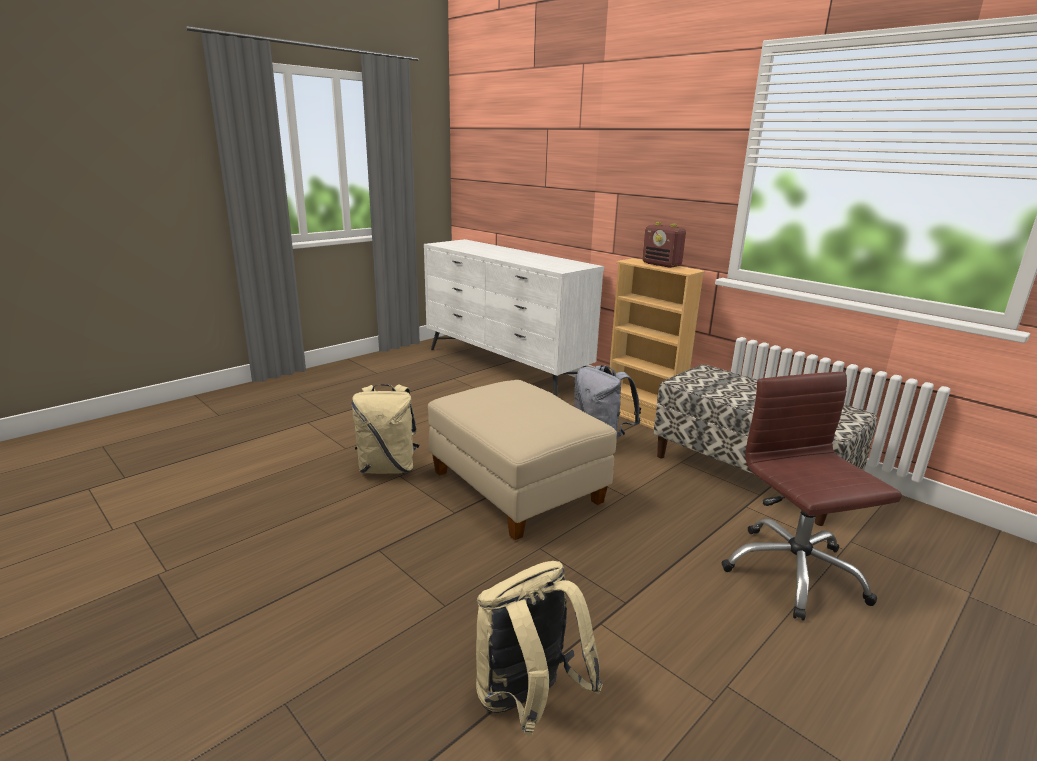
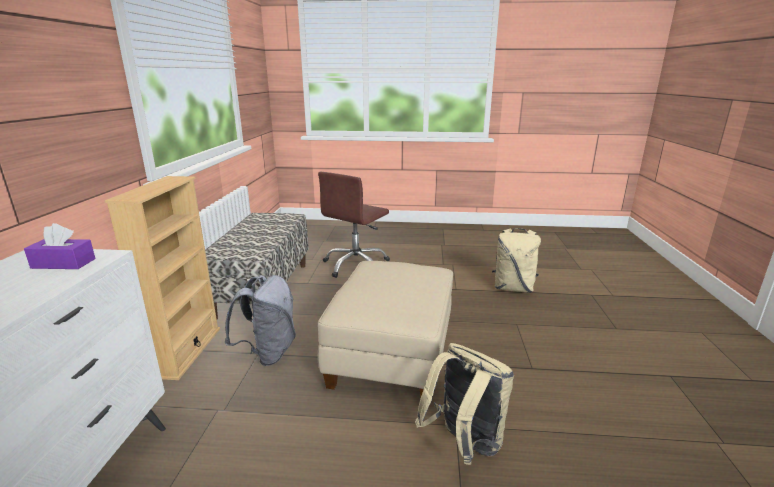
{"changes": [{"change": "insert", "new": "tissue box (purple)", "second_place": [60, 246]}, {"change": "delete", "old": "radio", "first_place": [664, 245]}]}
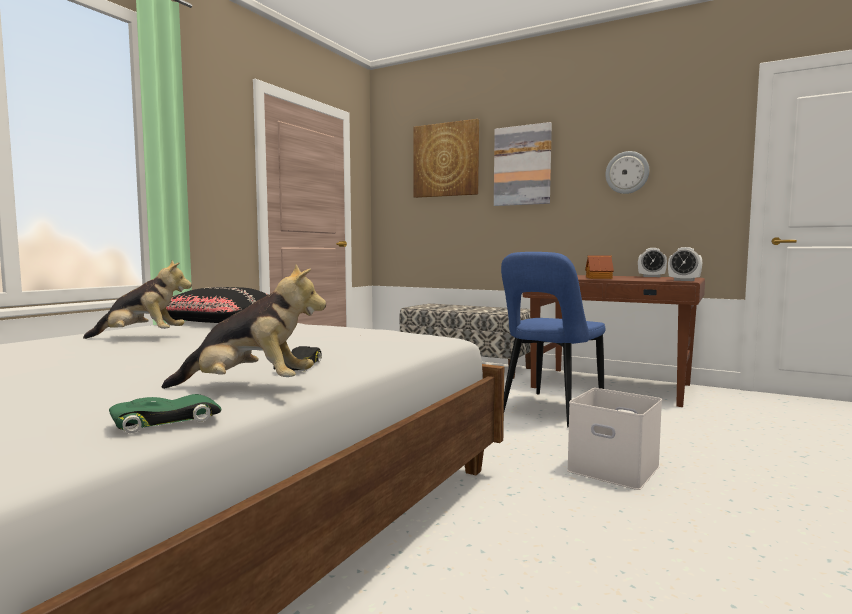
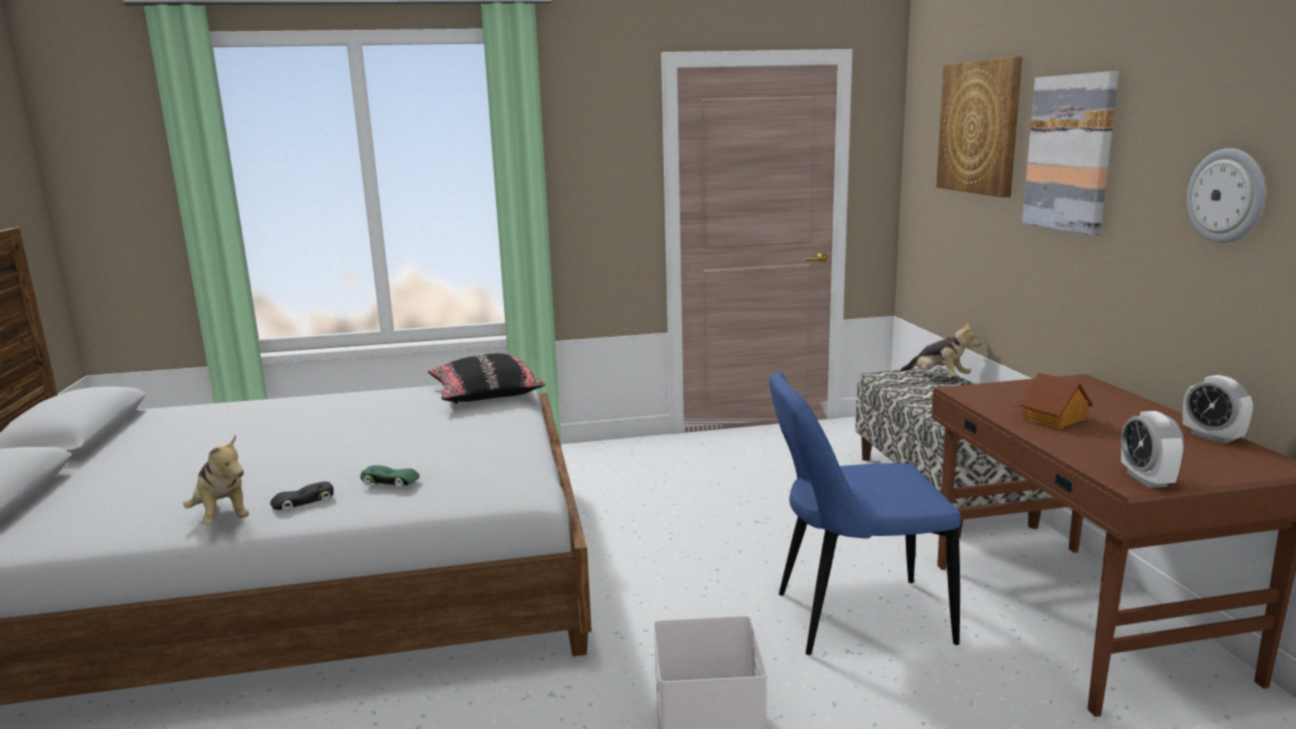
{"changes": [{"change": "move", "old": "toy car (green)", "first_place": [165, 413], "second_place": [390, 476]}, {"change": "move", "old": "plush toy", "first_place": [137, 299], "second_place": [940, 349]}]}
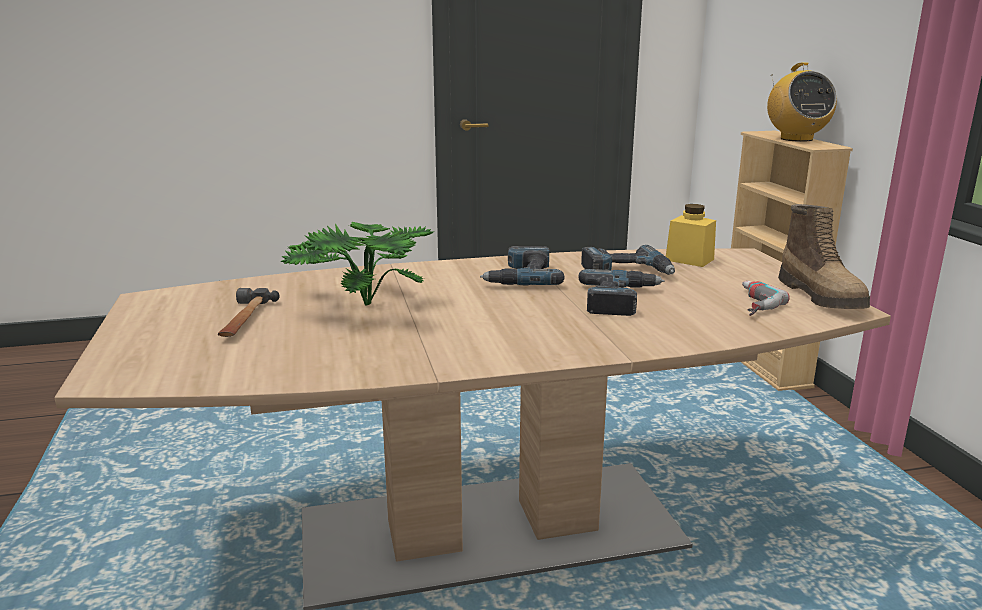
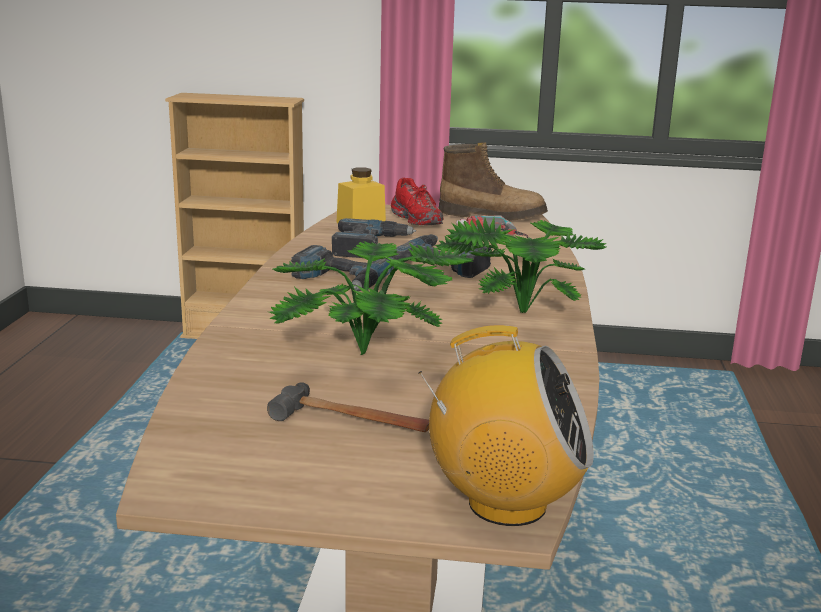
{"changes": [{"change": "insert", "new": "shoe (red)", "second_place": [417, 201]}, {"change": "move", "old": "radio", "first_place": [802, 102], "second_place": [506, 425]}, {"change": "insert", "new": "potted plant", "second_place": [521, 265]}]}
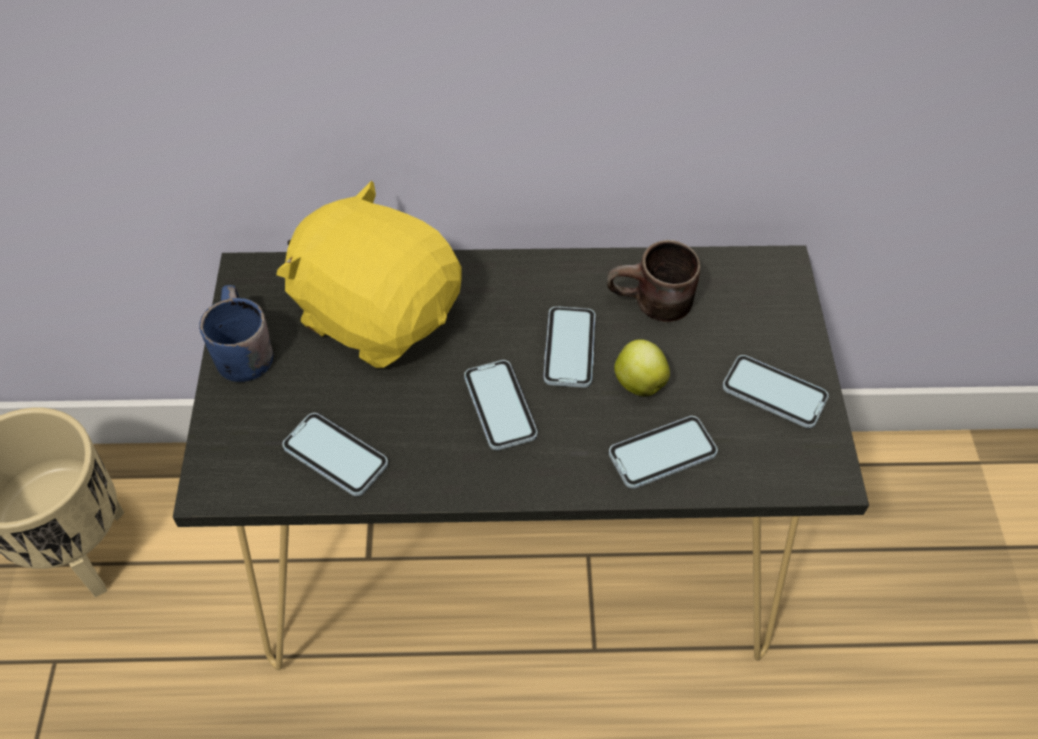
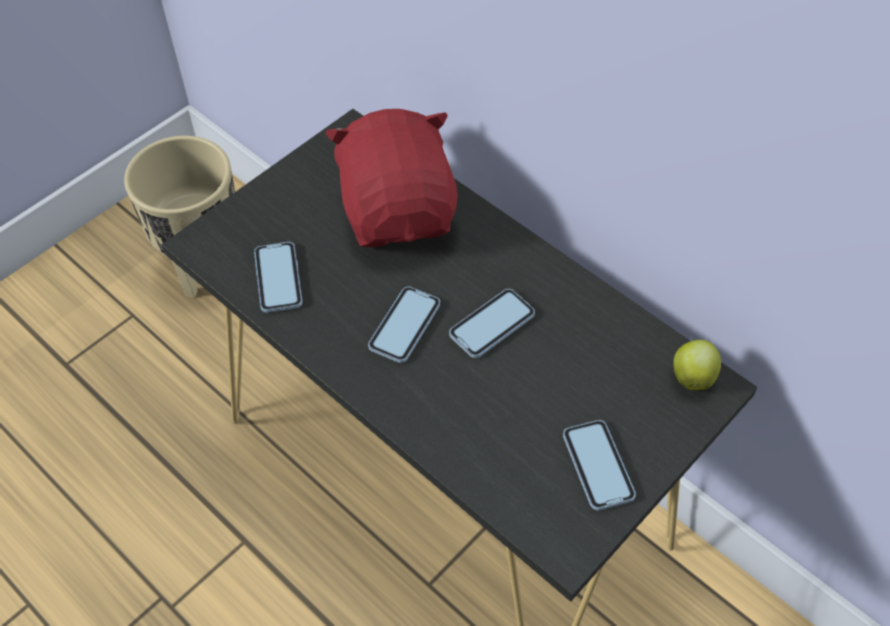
{"changes": [{"change": "recolor", "old": "plush toy (yellow)", "new": "plush toy (red)", "first_place": [369, 274], "second_place": [391, 178]}, {"change": "move", "old": "apple", "first_place": [642, 367], "second_place": [697, 365]}, {"change": "delete", "old": "mug (blue)", "first_place": [236, 333]}, {"change": "delete", "old": "mug (brown)", "first_place": [653, 281]}, {"change": "delete", "old": "phone", "first_place": [663, 452]}]}
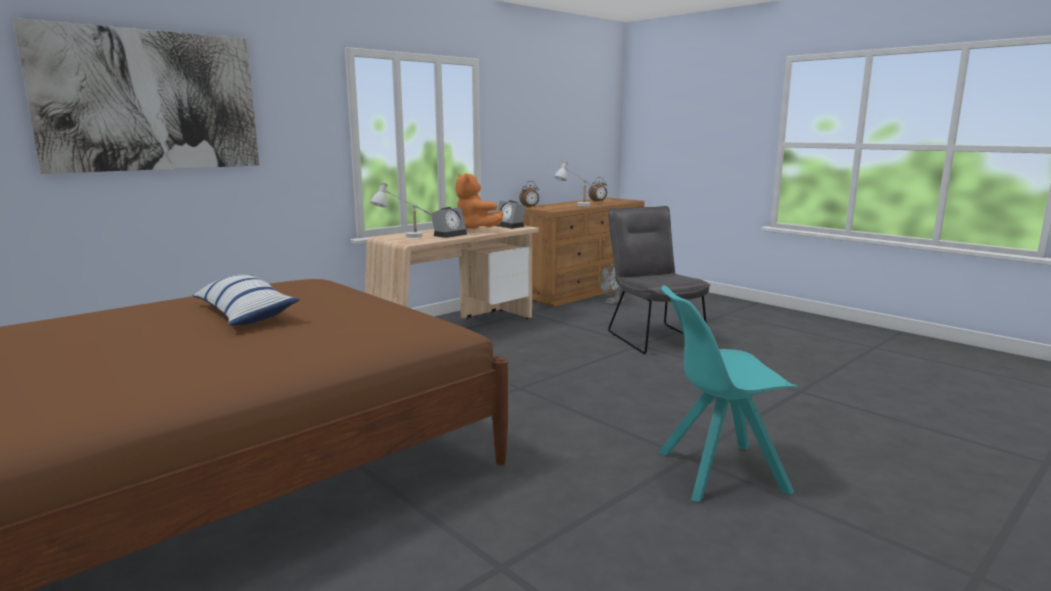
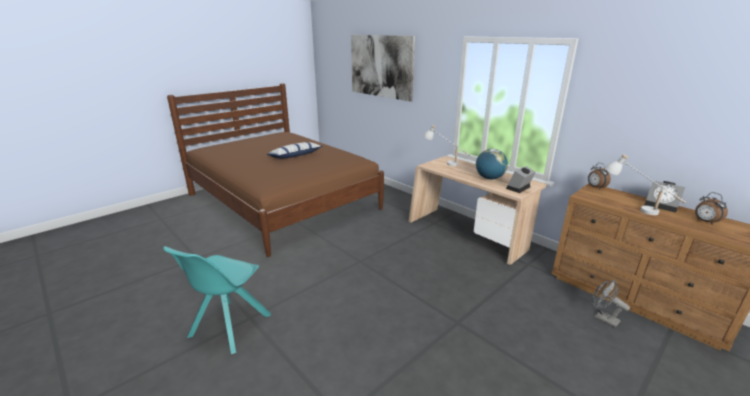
{"changes": [{"change": "rotate", "old": "chair (turquoise)", "first_place": [728, 393], "second_place": [217, 300], "degrees": -150}, {"change": "replace", "old": "plush toy (orange)", "new": "globe", "first_place": [479, 201], "second_place": [492, 164]}, {"change": "move", "old": "alarm clock", "first_place": [449, 222], "second_place": [665, 197]}, {"change": "delete", "old": "chair (grey)", "first_place": [659, 280]}]}
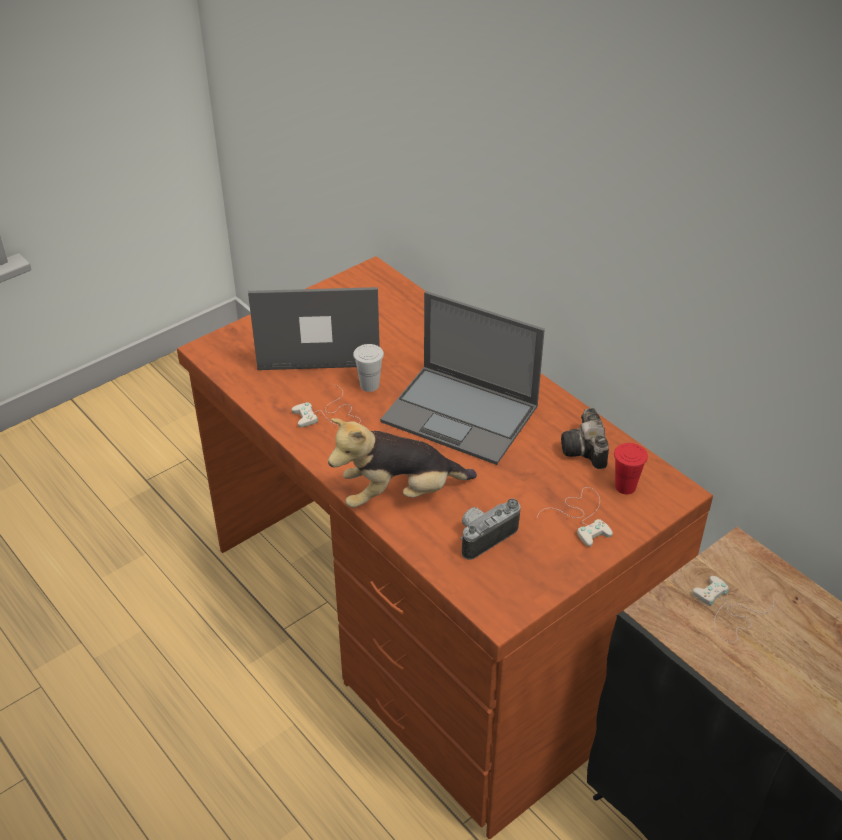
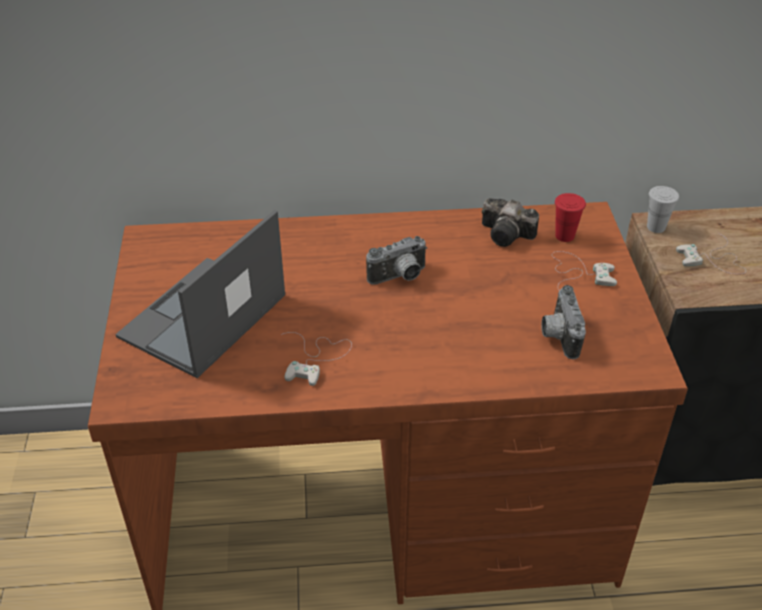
{"changes": [{"change": "replace", "old": "laptop", "new": "photo camera", "first_place": [462, 378], "second_place": [396, 260]}, {"change": "move", "old": "cup (white)", "first_place": [368, 368], "second_place": [663, 209]}, {"change": "delete", "old": "plush toy", "first_place": [402, 463]}]}
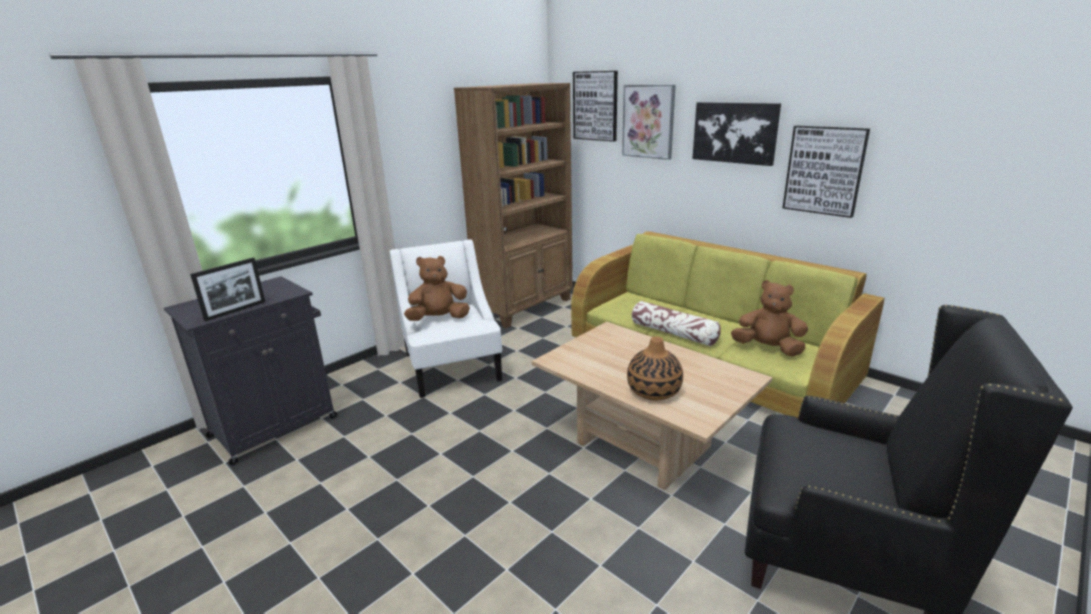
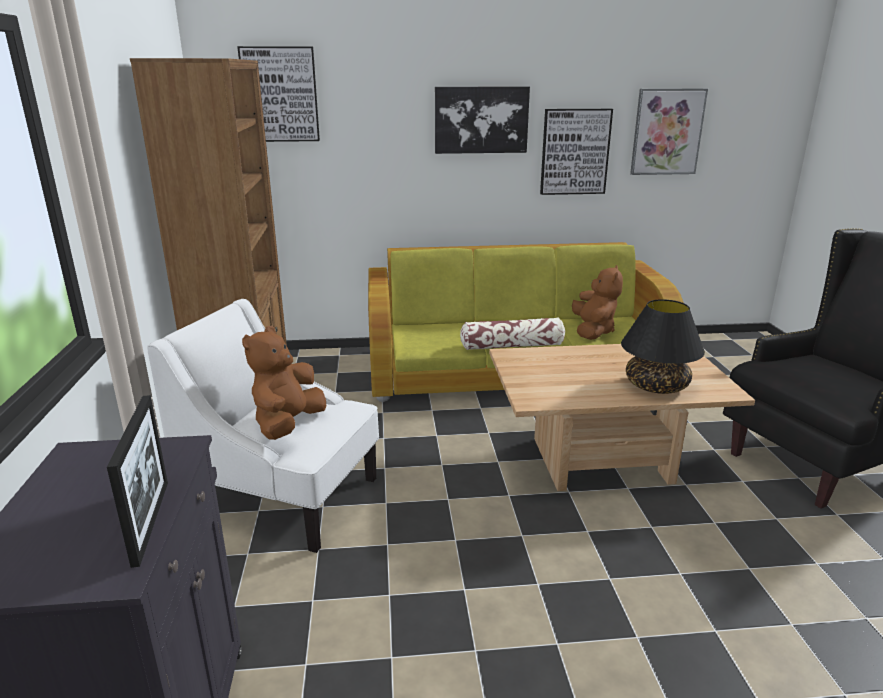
{"changes": [{"change": "rotate", "old": "plush toy (brown)", "first_place": [769, 318], "second_place": [597, 302], "degrees": 120}, {"change": "replace", "old": "vase", "new": "table lamp (black)", "first_place": [655, 368], "second_place": [663, 346]}, {"change": "move", "old": "picture", "first_place": [649, 122], "second_place": [669, 131]}]}
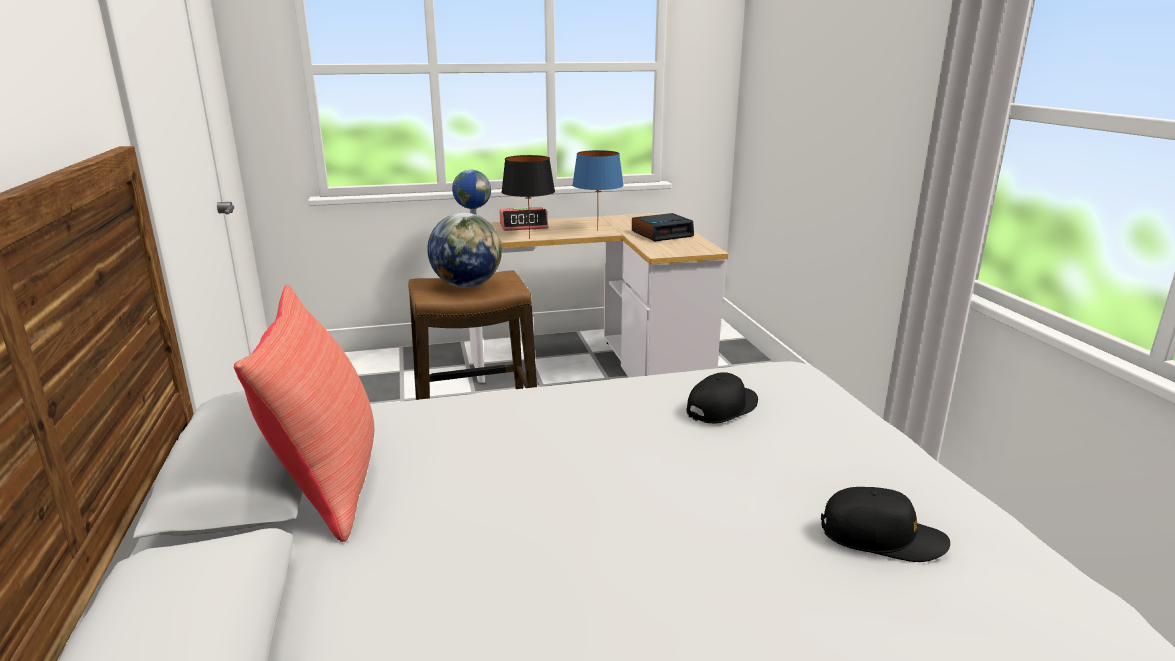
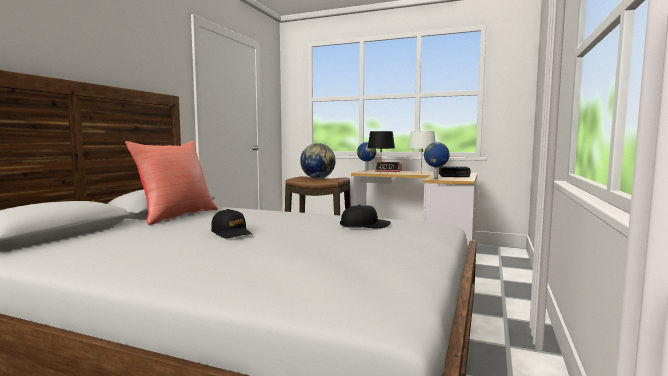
{"changes": [{"change": "move", "old": "cap (black)", "first_place": [885, 524], "second_place": [231, 223]}, {"change": "recolor", "old": "table lamp (blue)", "new": "table lamp (white)", "first_place": [598, 190], "second_place": [422, 152]}, {"change": "insert", "new": "globe", "second_place": [437, 160]}]}
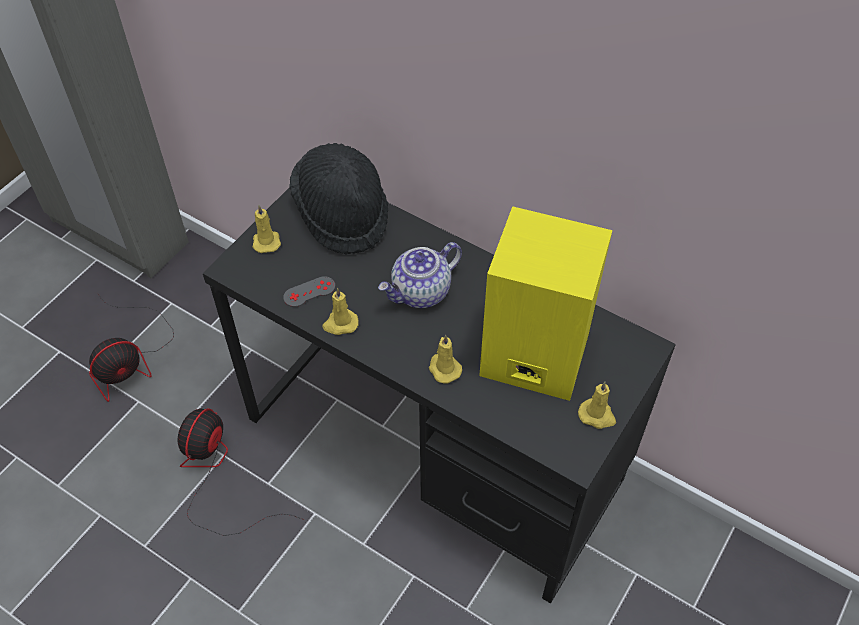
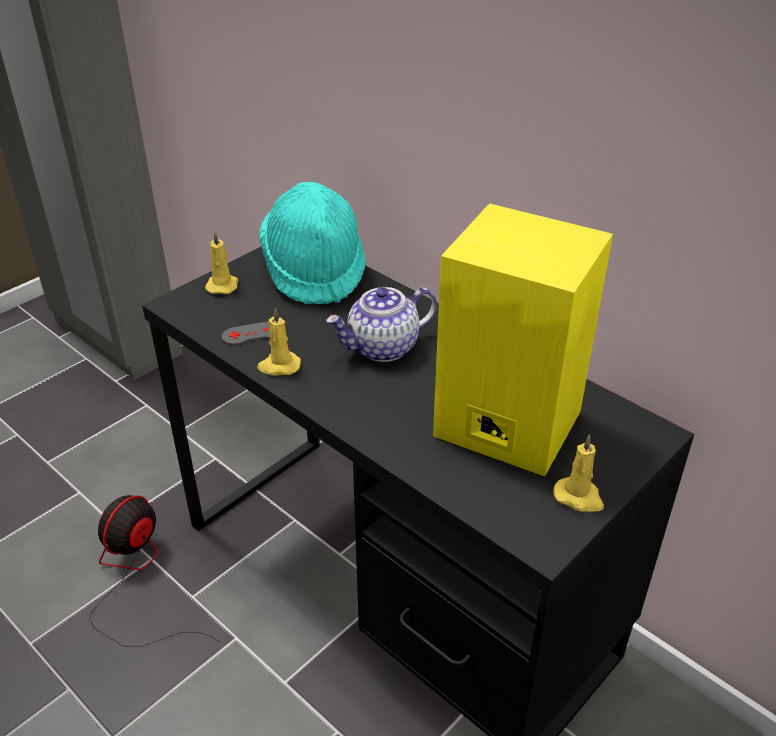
{"changes": [{"change": "recolor", "old": "hat (black)", "new": "hat (turquoise)", "first_place": [338, 199], "second_place": [312, 243]}, {"change": "delete", "old": "fan", "first_place": [131, 347]}, {"change": "delete", "old": "candle (yellow)", "first_place": [445, 359]}]}
